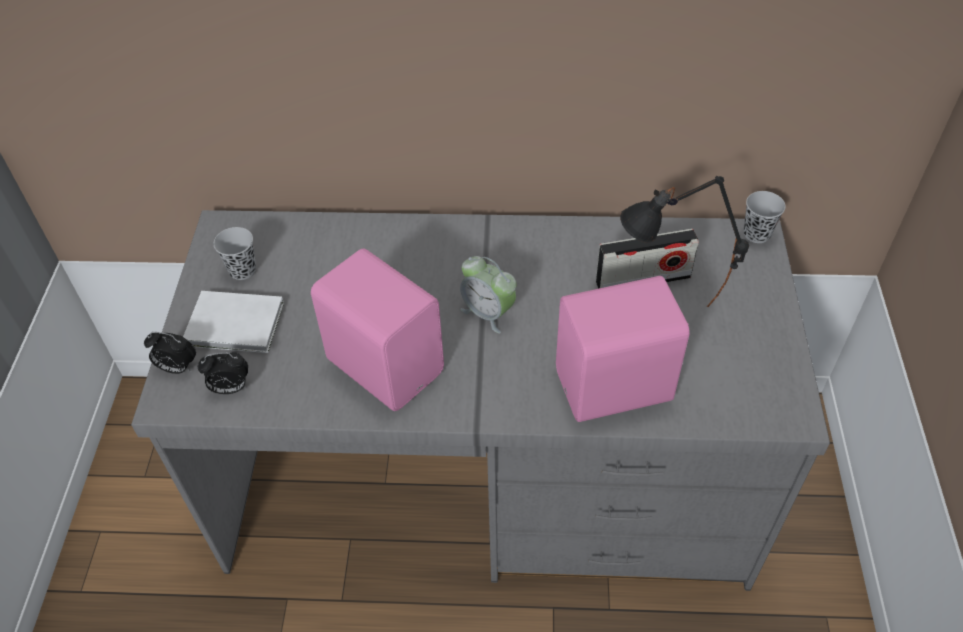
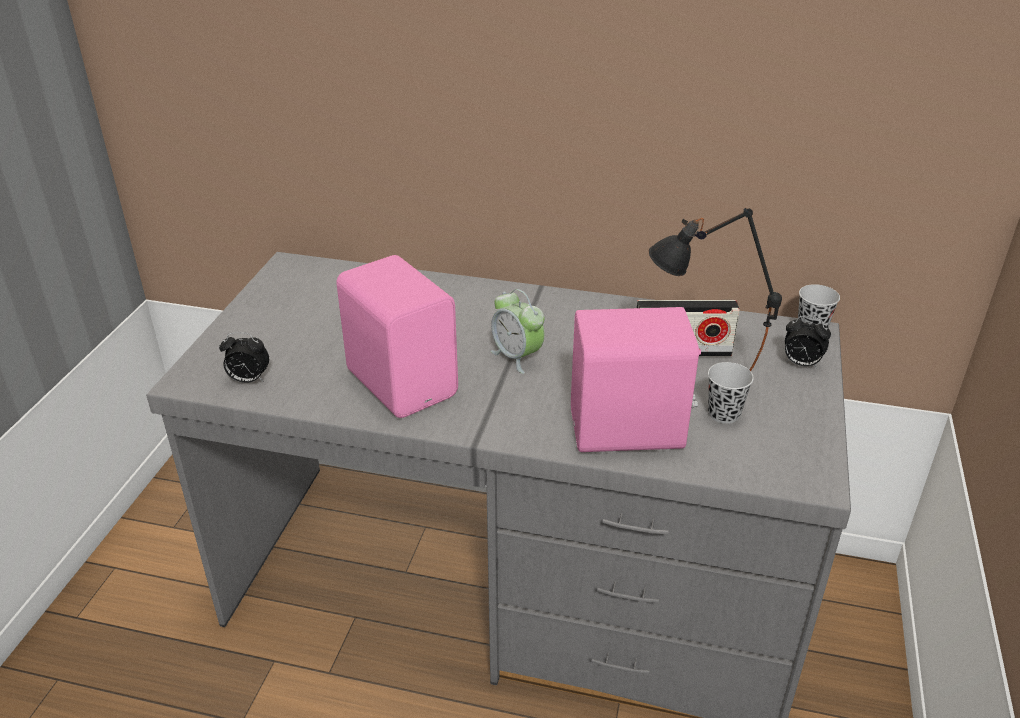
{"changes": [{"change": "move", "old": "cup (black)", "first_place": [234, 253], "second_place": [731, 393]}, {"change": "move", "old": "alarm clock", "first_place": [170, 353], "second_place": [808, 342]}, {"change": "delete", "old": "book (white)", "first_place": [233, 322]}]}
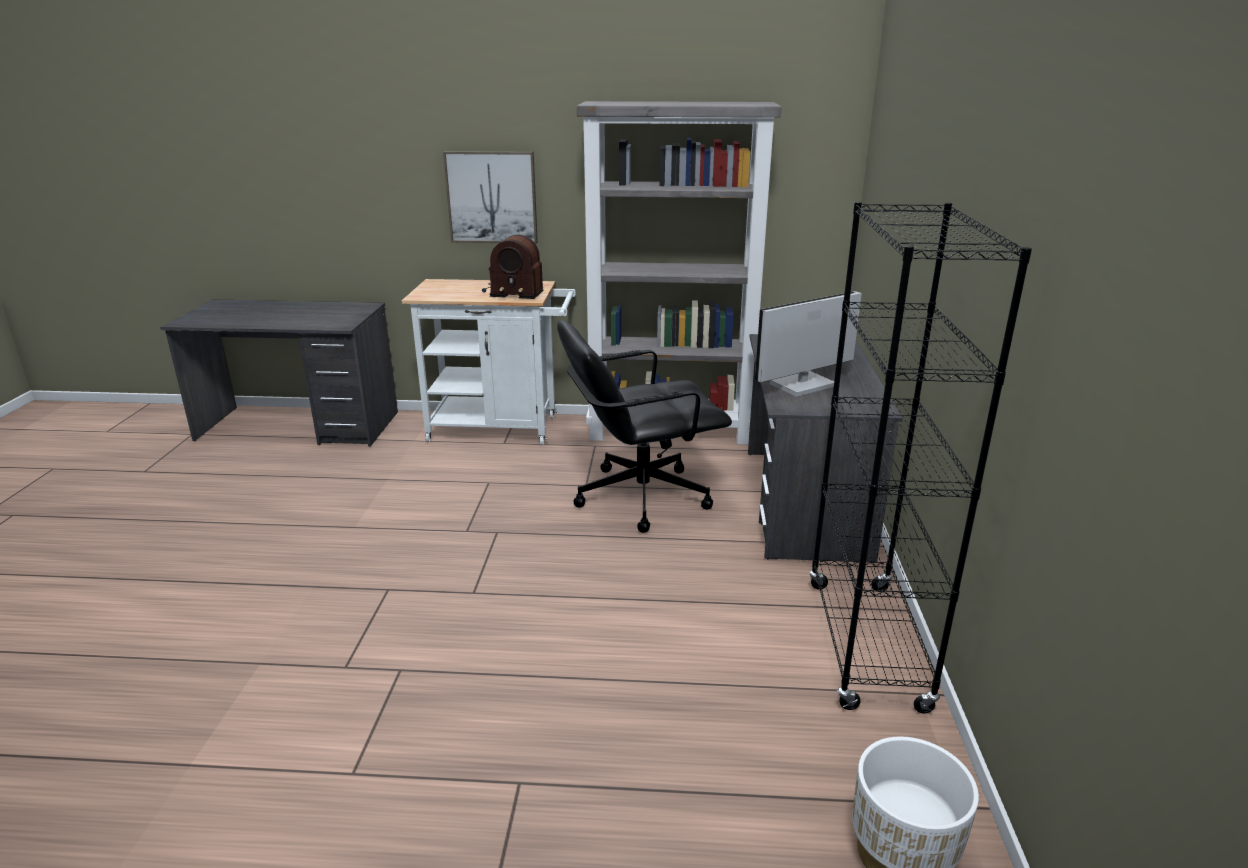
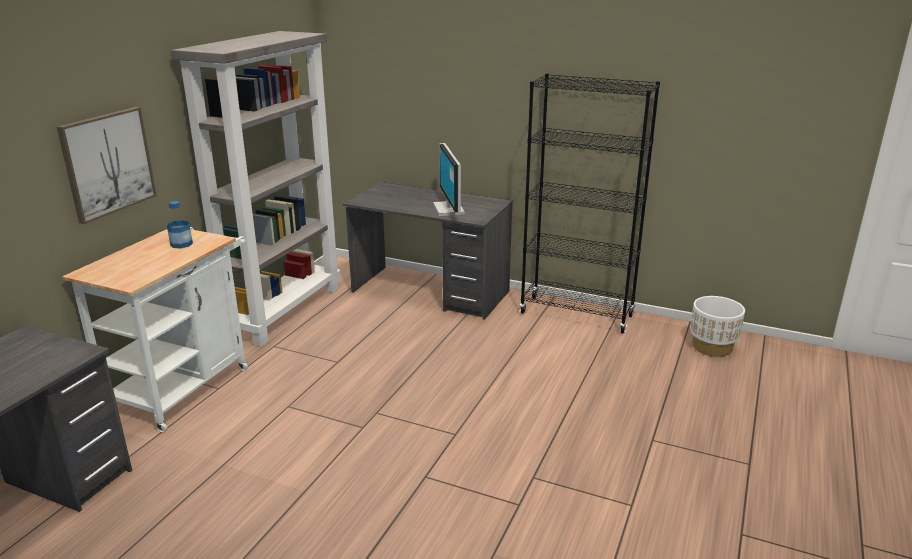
{"changes": [{"change": "replace", "old": "radio", "new": "bottle", "first_place": [512, 267], "second_place": [180, 224]}, {"change": "delete", "old": "office chair (black)", "first_place": [644, 426]}]}
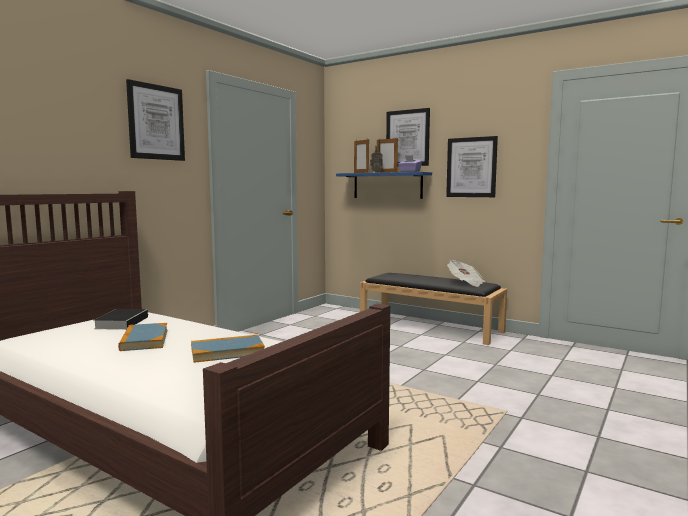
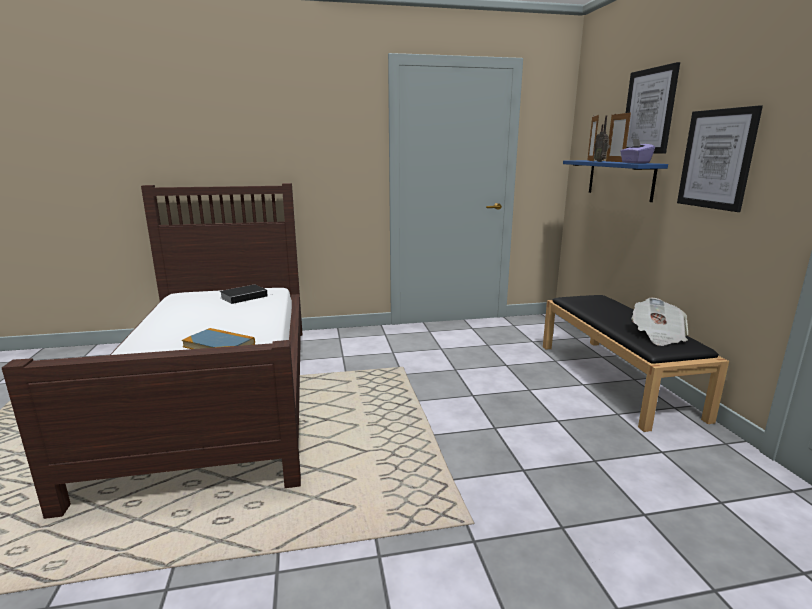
{"changes": [{"change": "delete", "old": "book", "first_place": [143, 337]}, {"change": "delete", "old": "picture", "first_place": [155, 120]}]}
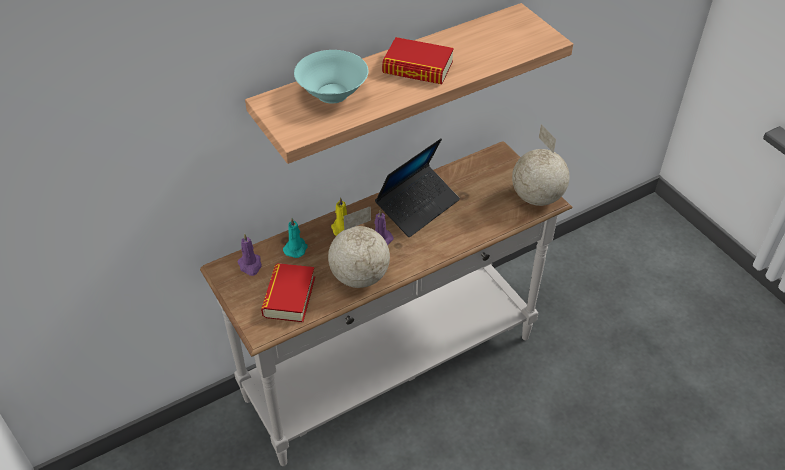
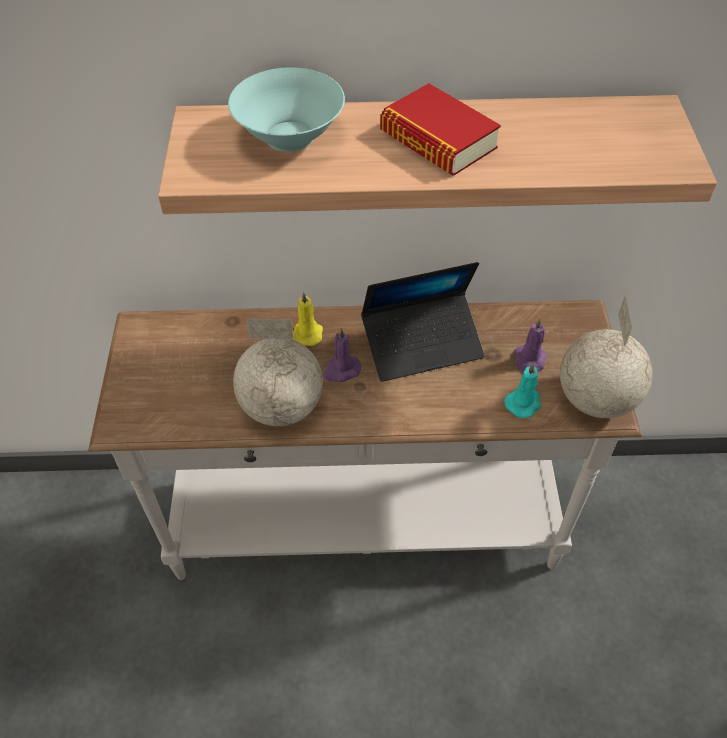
{"changes": [{"change": "move", "old": "candle (turquoise)", "first_place": [295, 238], "second_place": [522, 390]}, {"change": "move", "old": "candle (purple)", "first_place": [249, 254], "second_place": [531, 345]}, {"change": "delete", "old": "book", "first_place": [288, 292]}]}
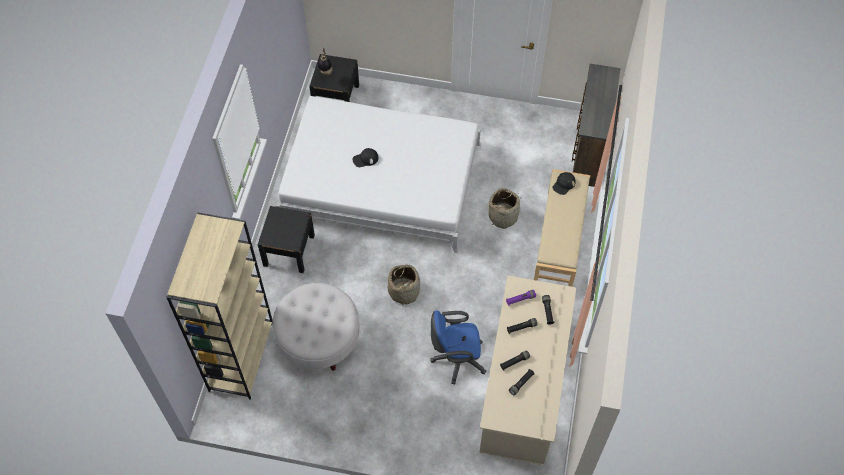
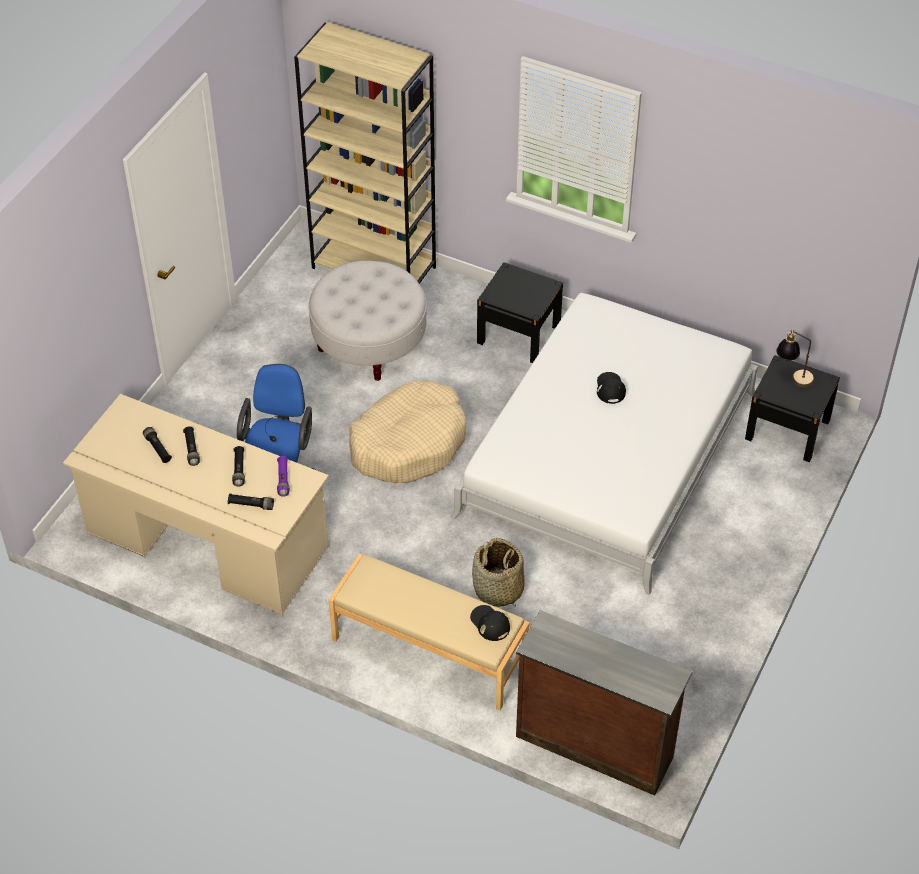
{"changes": [{"change": "replace", "old": "basket", "new": "dog bed (beige)", "first_place": [404, 284], "second_place": [407, 431]}]}
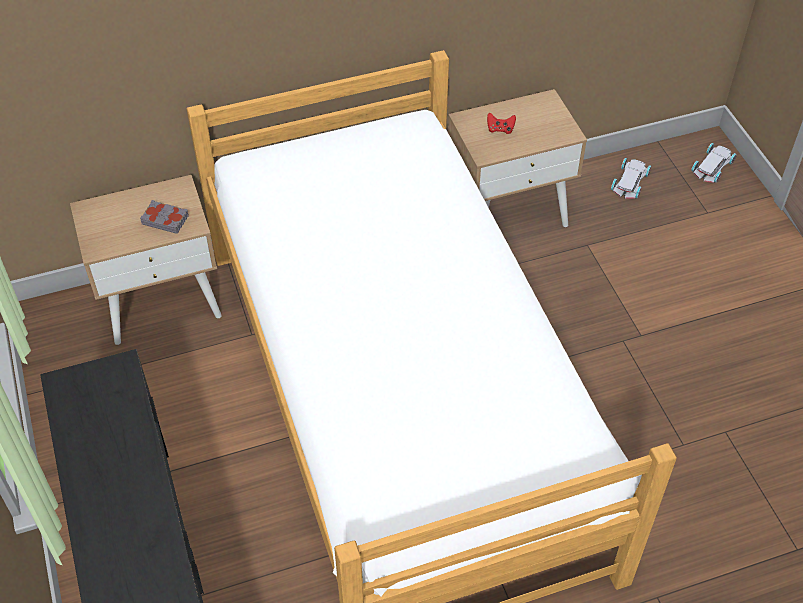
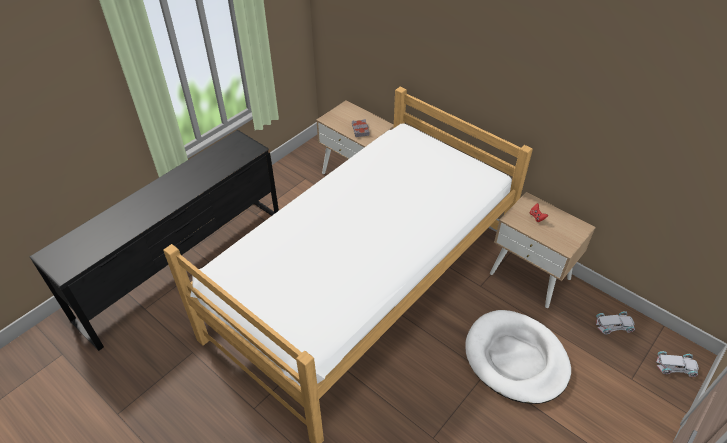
{"changes": [{"change": "insert", "new": "dog bed (white)", "second_place": [518, 357]}]}
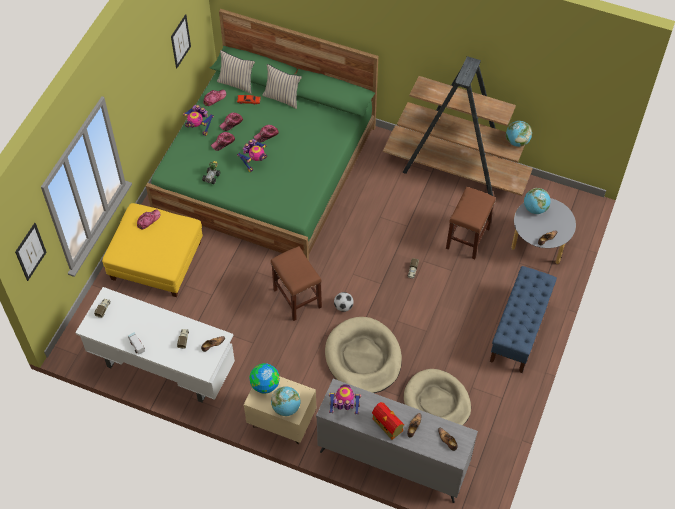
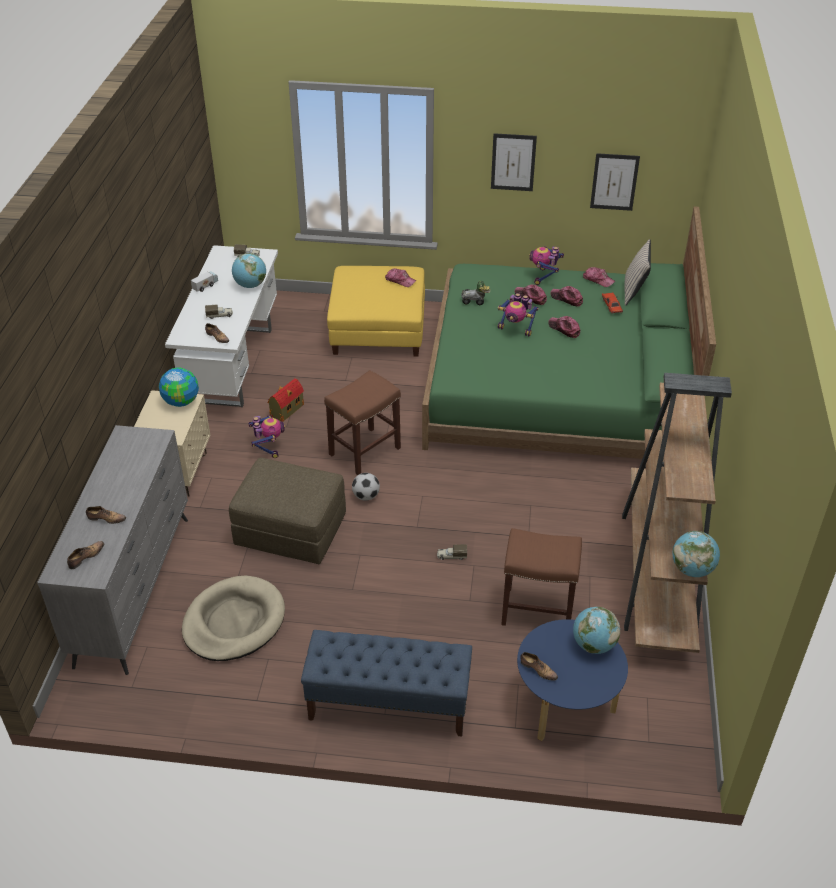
{"changes": [{"change": "replace", "old": "dog bed (beige)", "new": "ottoman (brown)", "first_place": [363, 355], "second_place": [287, 511]}, {"change": "move", "old": "globe", "first_place": [286, 401], "second_place": [249, 270]}, {"change": "move", "old": "toy robot", "first_place": [345, 399], "second_place": [266, 436]}, {"change": "move", "old": "toy house", "first_place": [388, 421], "second_place": [286, 400]}, {"change": "move", "old": "picture", "first_place": [31, 252], "second_place": [514, 162]}, {"change": "recolor", "old": "coffee table (grey)", "new": "coffee table (blue)", "first_place": [543, 231], "second_place": [572, 680]}, {"change": "delete", "old": "pillow (beige)", "first_place": [282, 86]}]}
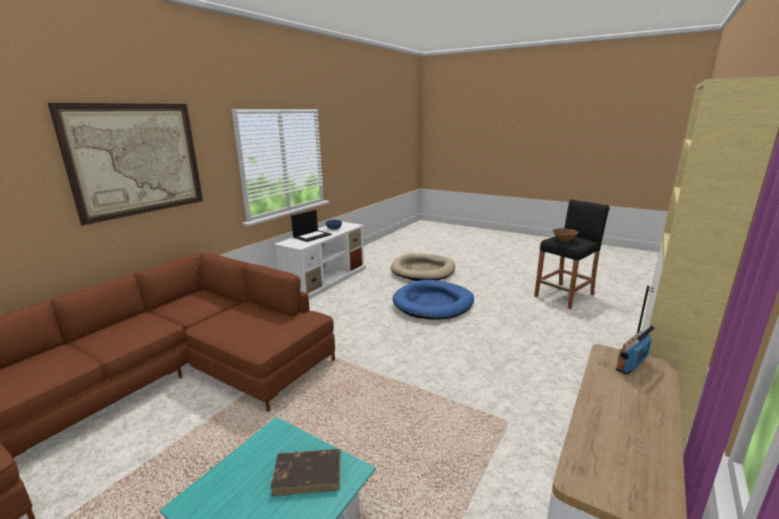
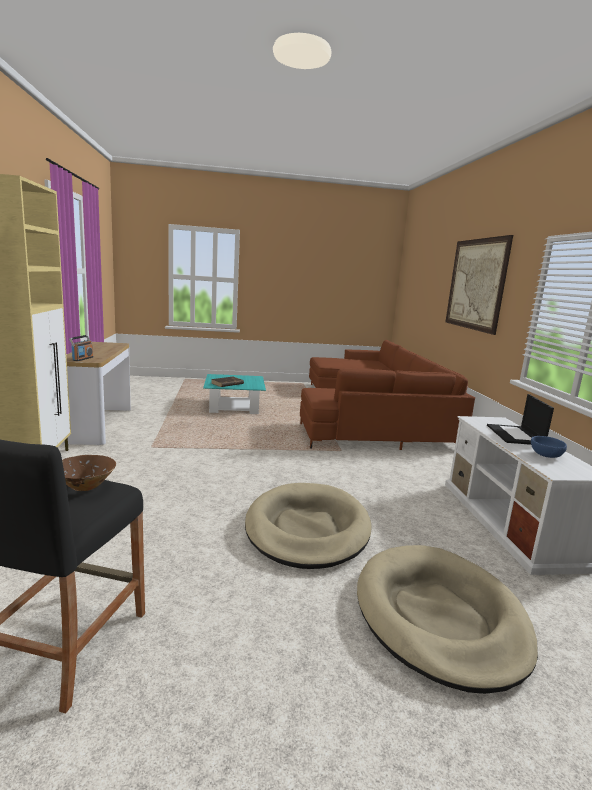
{"changes": [{"change": "recolor", "old": "dog bed (blue)", "new": "dog bed (beige)", "first_place": [433, 300], "second_place": [308, 526]}]}
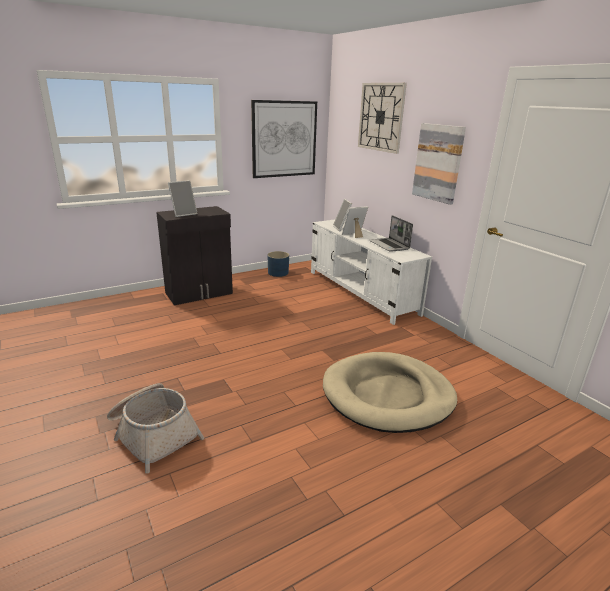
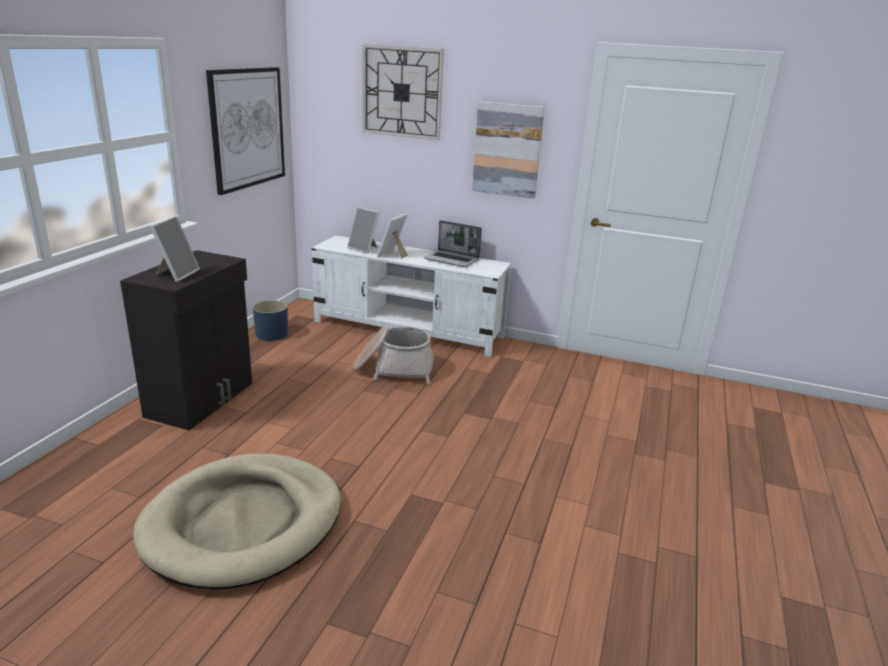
{"changes": [{"change": "move", "old": "dog bed (beige)", "first_place": [390, 392], "second_place": [237, 521]}, {"change": "move", "old": "basket", "first_place": [155, 428], "second_place": [394, 355]}]}
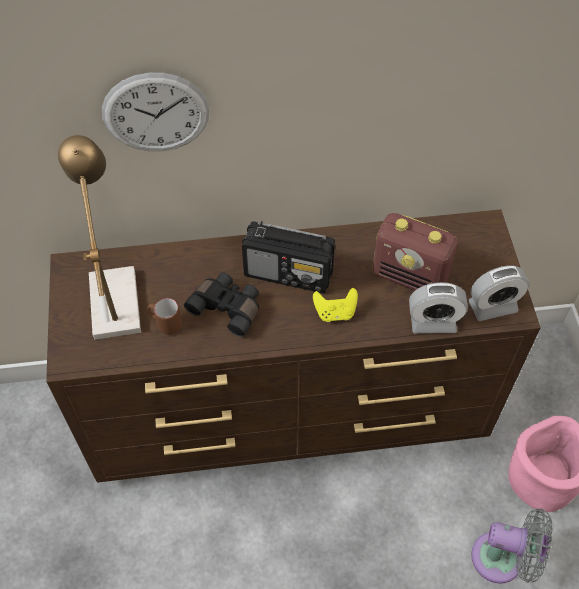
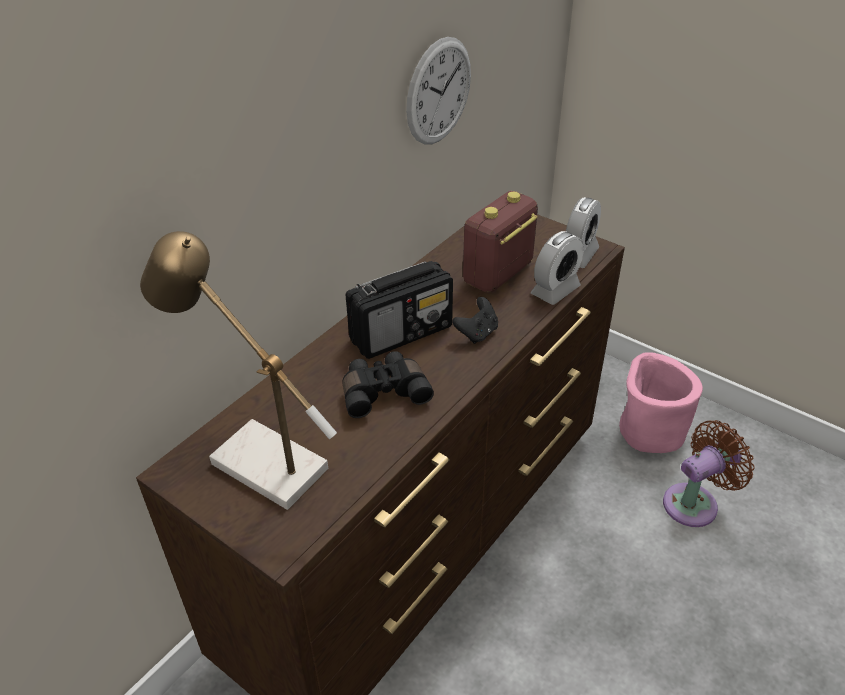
{"changes": [{"change": "move", "old": "wall clock", "first_place": [155, 112], "second_place": [438, 90]}, {"change": "recolor", "old": "game controller (yellow)", "new": "game controller (black)", "first_place": [335, 305], "second_place": [475, 320]}, {"change": "rotate", "old": "radio", "first_place": [415, 252], "second_place": [500, 242], "degrees": 150}, {"change": "recolor", "old": "fan (grey)", "new": "fan (brown)", "first_place": [511, 546], "second_place": [709, 473]}, {"change": "delete", "old": "mug (brown)", "first_place": [164, 316]}]}
